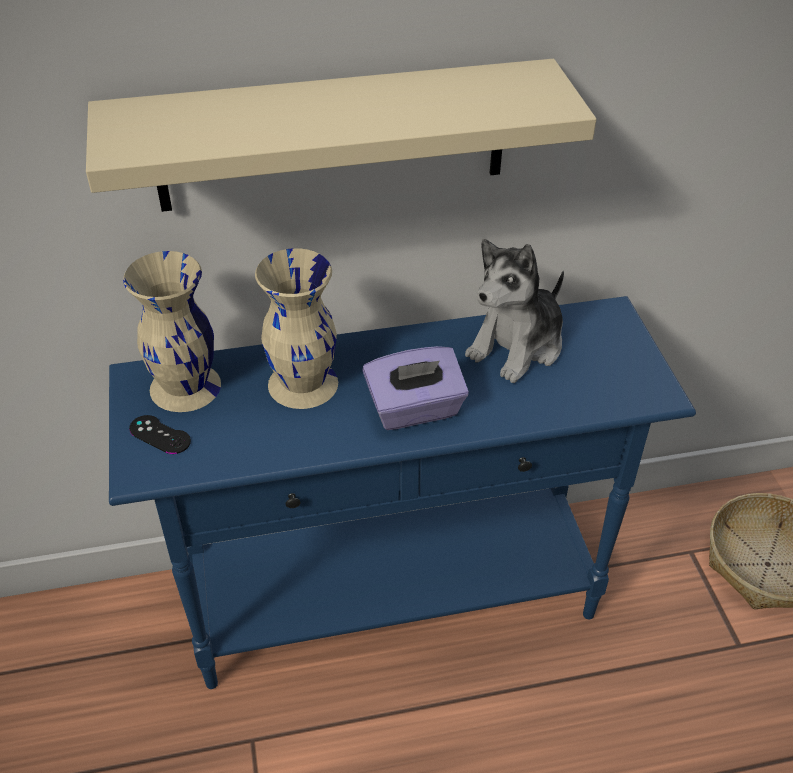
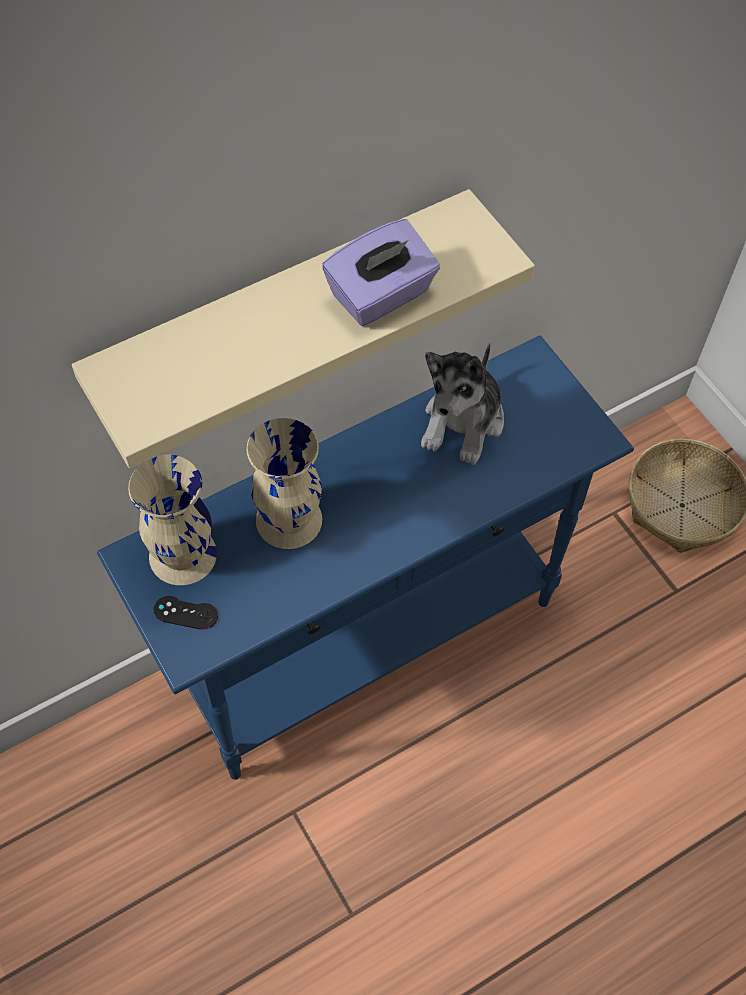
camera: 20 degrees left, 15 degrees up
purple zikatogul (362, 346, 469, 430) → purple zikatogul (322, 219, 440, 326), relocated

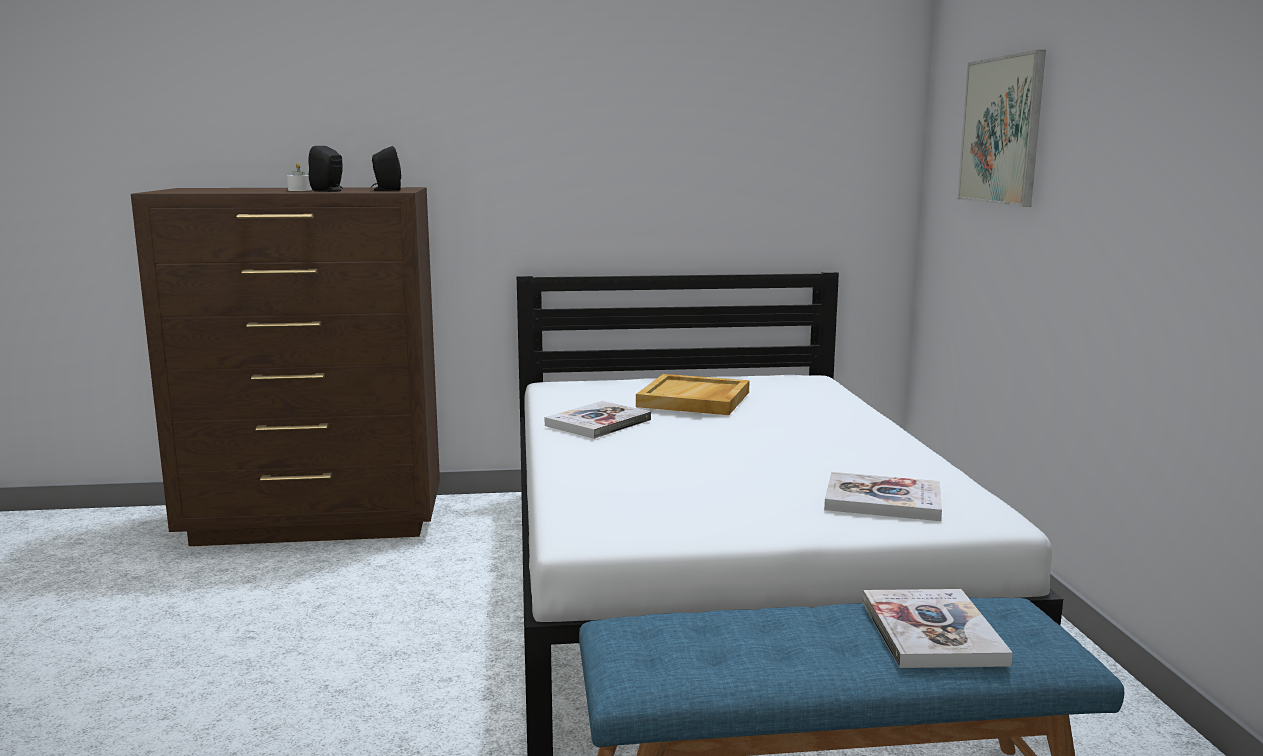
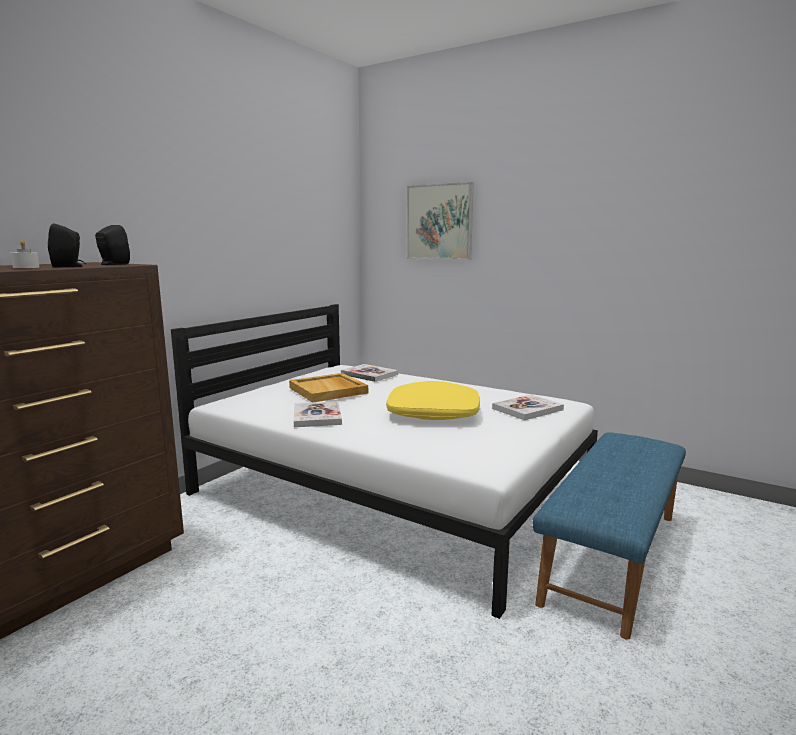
camera: 50 degrees left, 0 degrees up
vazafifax (862, 589, 1013, 668) → vazafifax (341, 364, 398, 382), relocated
- → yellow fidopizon (386, 381, 480, 420)

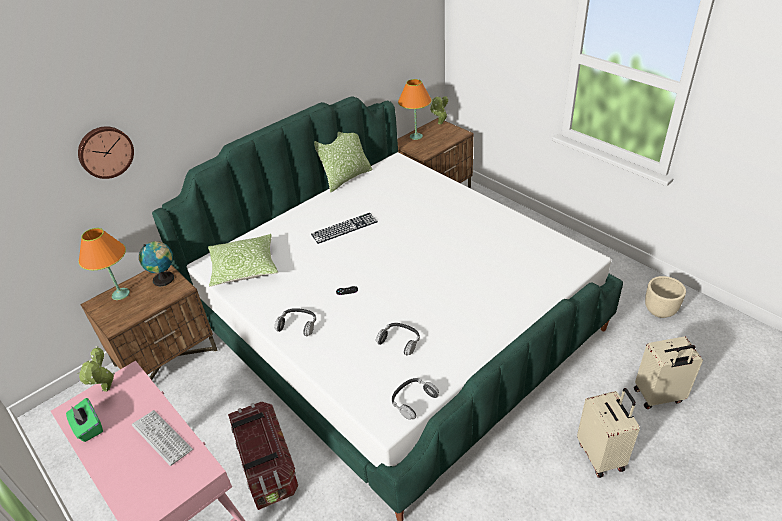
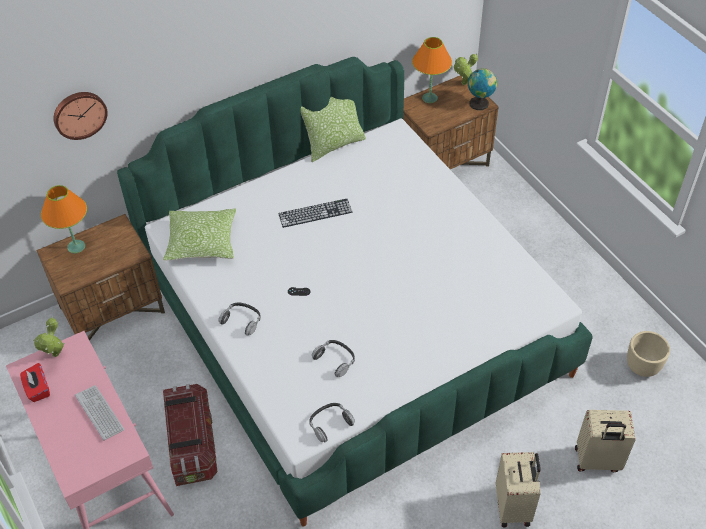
camera: 10 degrees right, 10 degrees up
green zikatogul (66, 398, 103, 442) → red zikatogul (20, 363, 50, 402)
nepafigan (139, 241, 174, 286) → nepafigan (468, 68, 497, 110), relocated

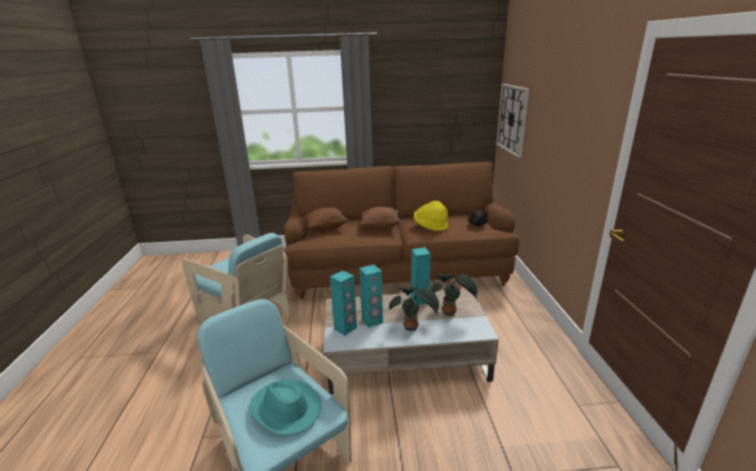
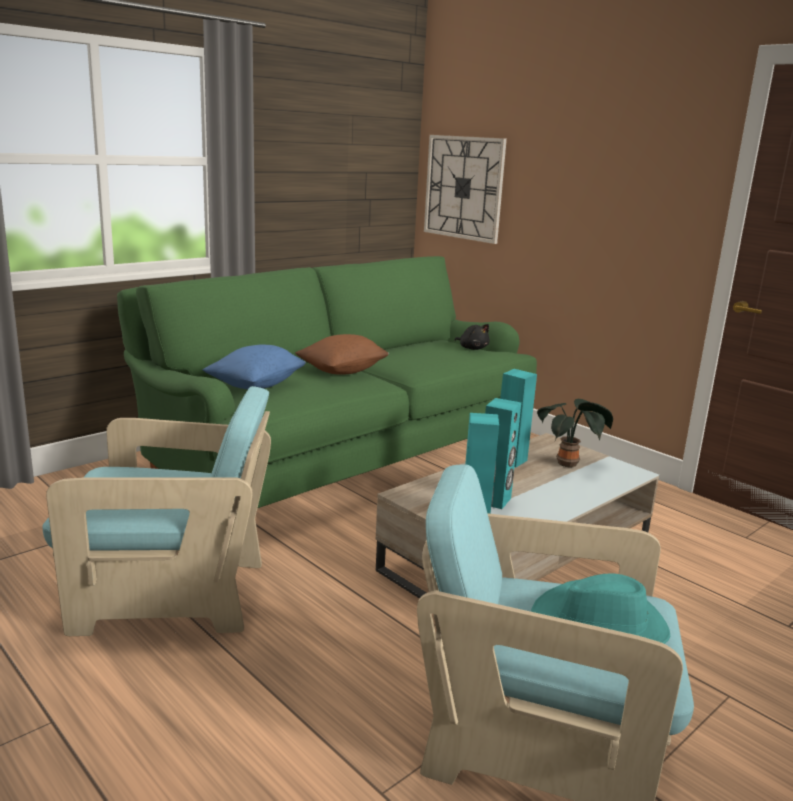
camera: 40 degrees left, 5 degrees down
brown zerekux (284, 162, 519, 299) → green zerekux (117, 256, 537, 508)
brown fidopizon (303, 207, 348, 231) → blue fidopizon (202, 345, 306, 389)
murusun (389, 287, 439, 331) → -
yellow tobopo (414, 201, 449, 231) → -

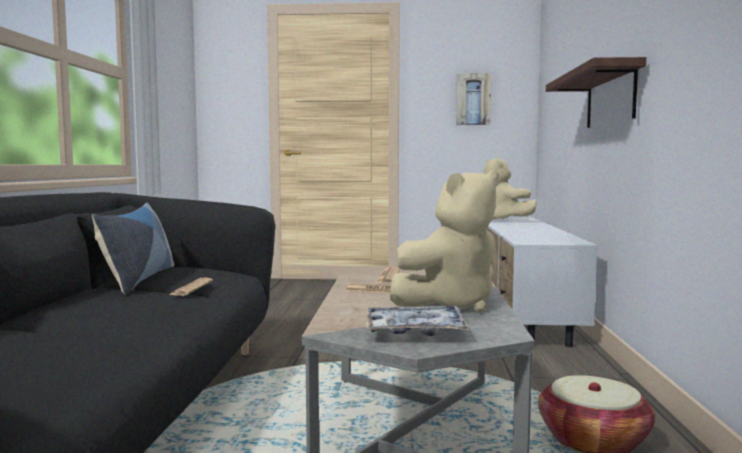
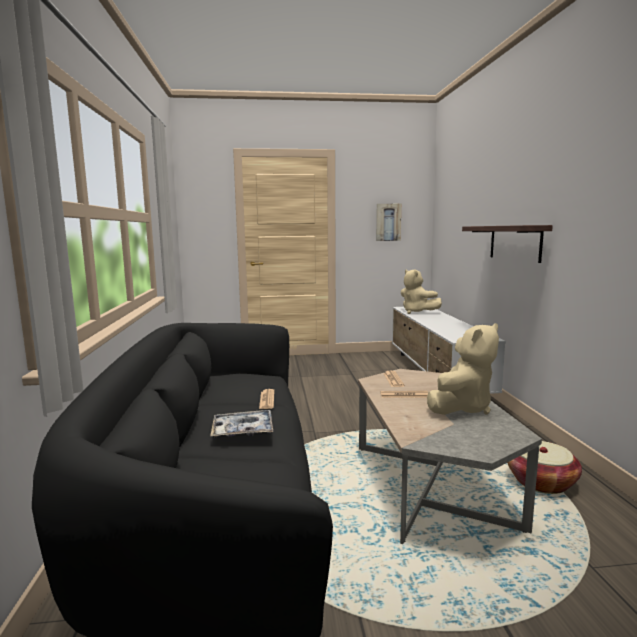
camera: 10 degrees left, 5 degrees up
fidopizon (92, 203, 174, 294) → -
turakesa (365, 306, 469, 336) → turakesa (210, 410, 273, 437), relocated

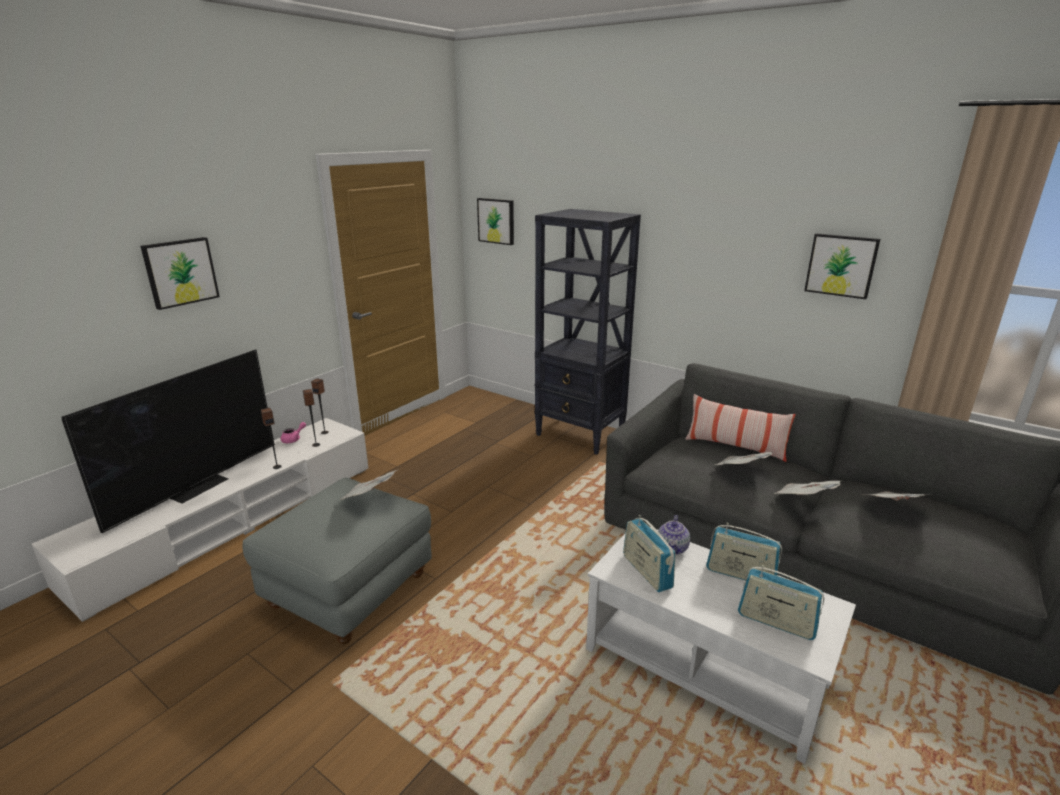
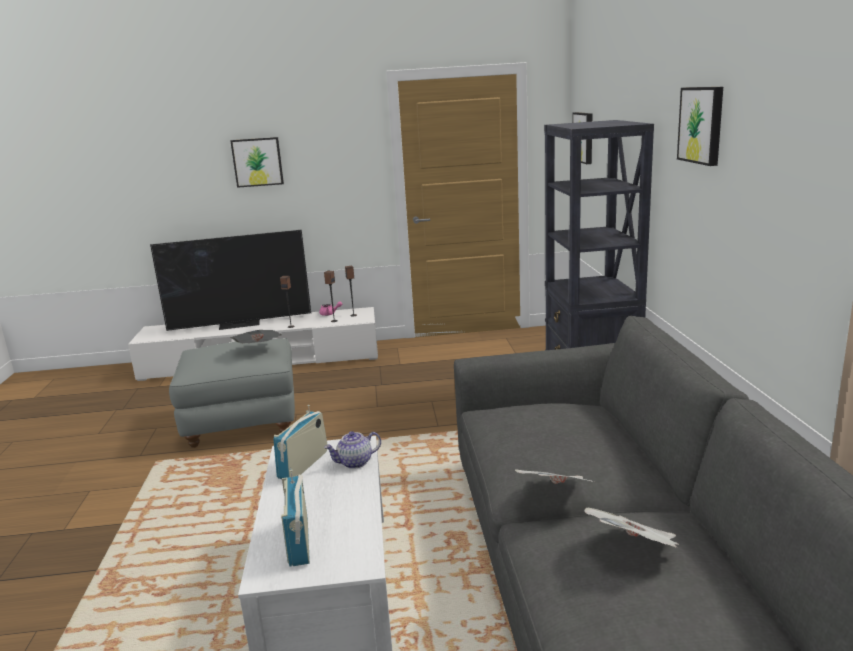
camera: 50 degrees right, 5 degrees down
fidopizon (685, 394, 796, 462) → -
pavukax (706, 523, 782, 581) → -
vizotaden (715, 452, 772, 465) → -
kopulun (804, 233, 880, 299) → kopulun (677, 87, 723, 166), relocated

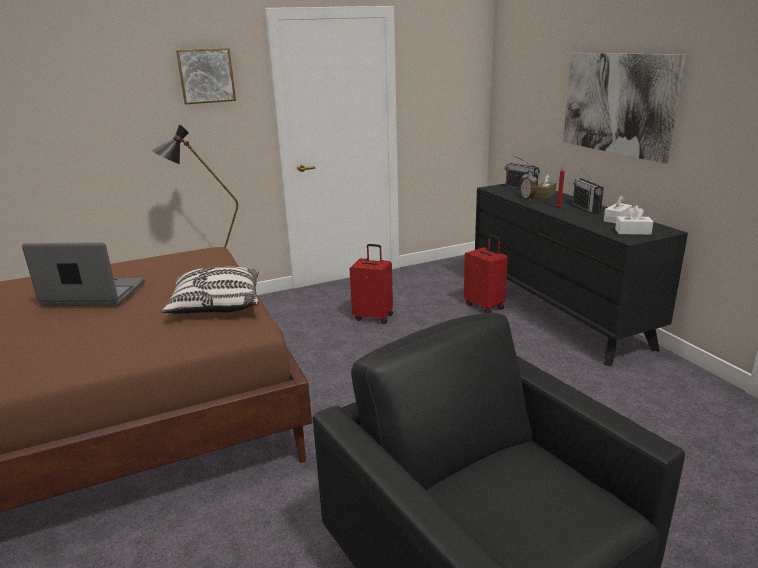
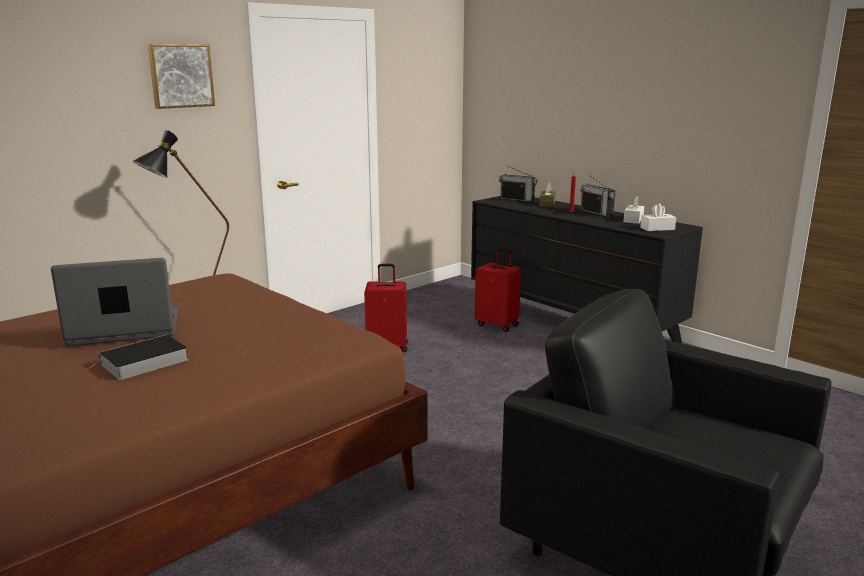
camera: 20 degrees left, 5 degrees down
fidopizon (161, 267, 259, 314) → -
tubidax (520, 171, 537, 200) → -
kopulun (563, 53, 686, 164) → -
- → vazafifax (87, 335, 189, 380)

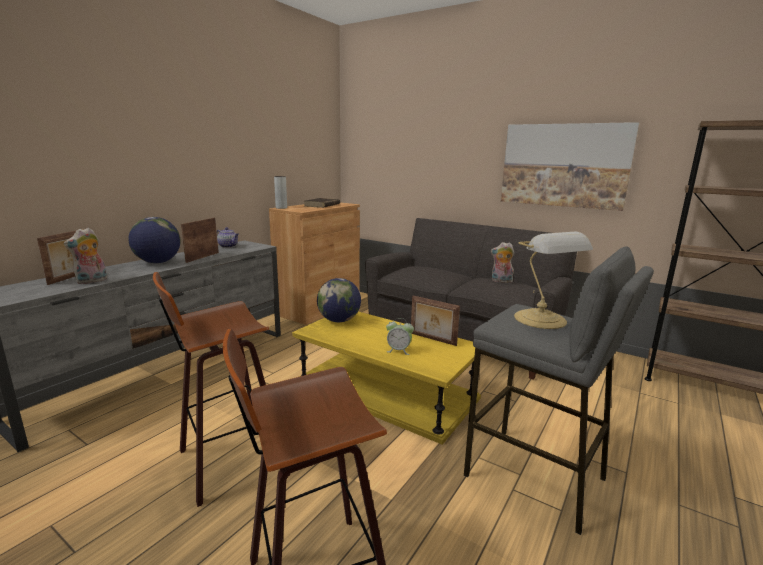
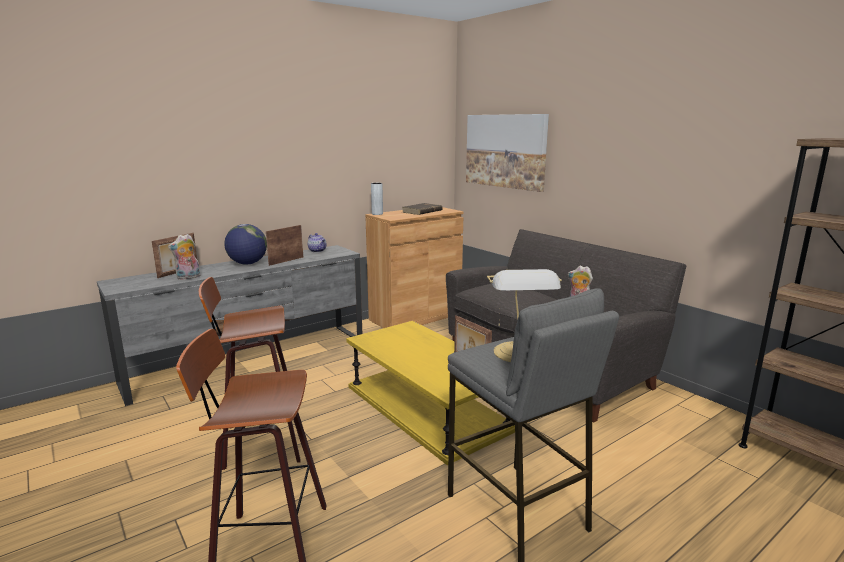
camera: 20 degrees right, 0 degrees up
nepafigan (317, 278, 361, 322) → -
tubidax (386, 318, 414, 355) → -
kopulun (501, 122, 639, 211) → kopulun (466, 114, 549, 192), relocated

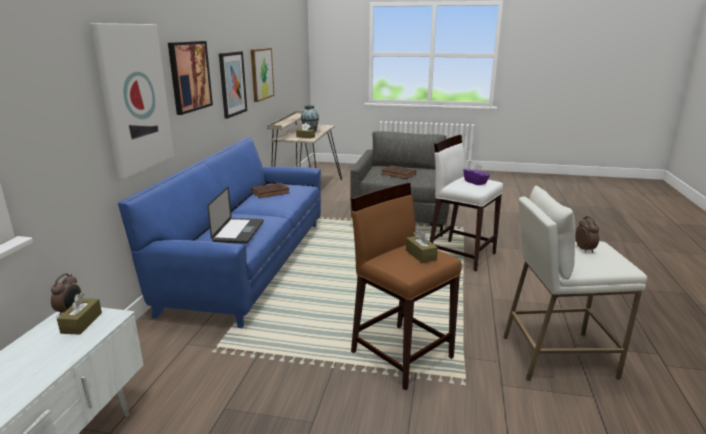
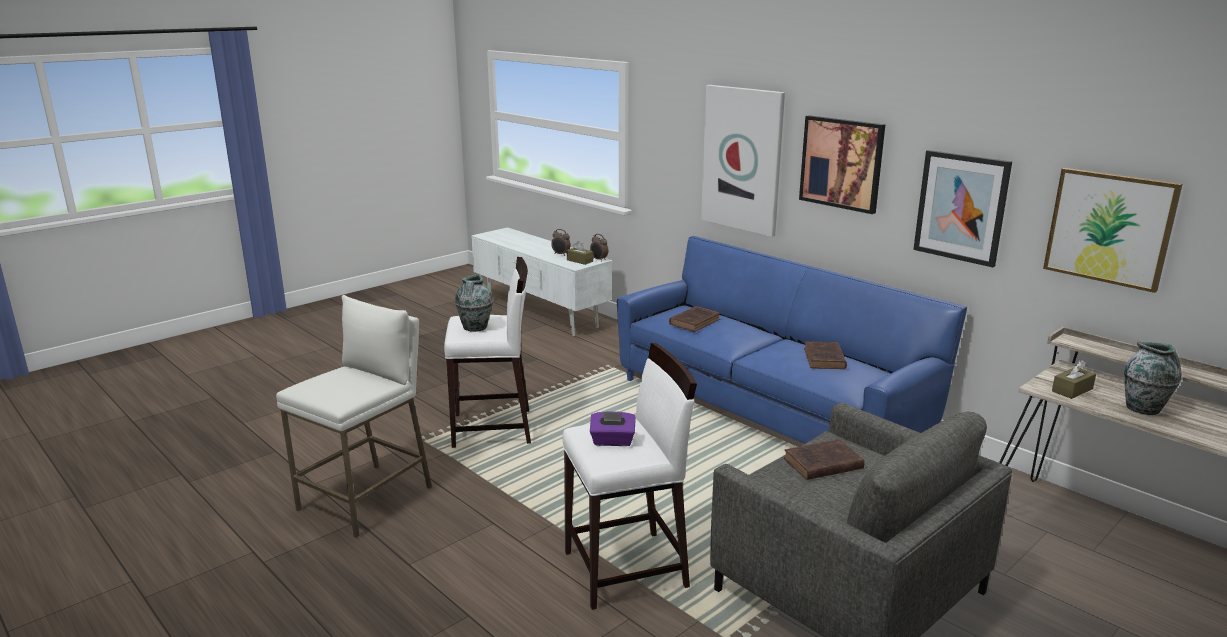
camera: 125 degrees right, 0 degrees up
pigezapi (207, 187, 264, 244) → brown vazafifax (669, 306, 720, 332)
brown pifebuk (351, 183, 462, 390) → white pifebuk (444, 257, 531, 448)
brown zikatogul (406, 229, 438, 263) → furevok (455, 274, 493, 332)
tubidax (576, 216, 599, 253) → tubidax (551, 229, 571, 256), relocated

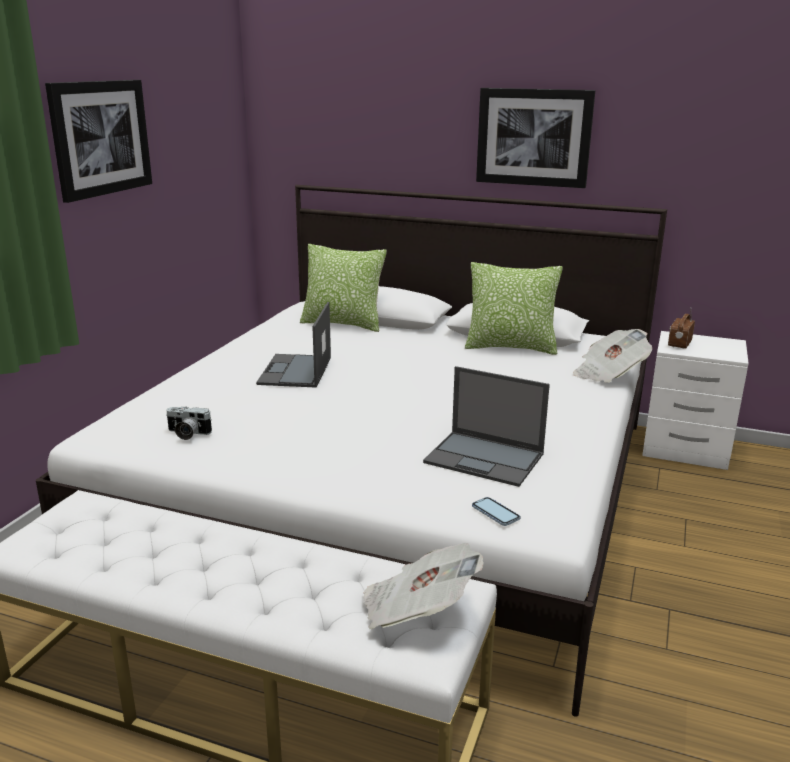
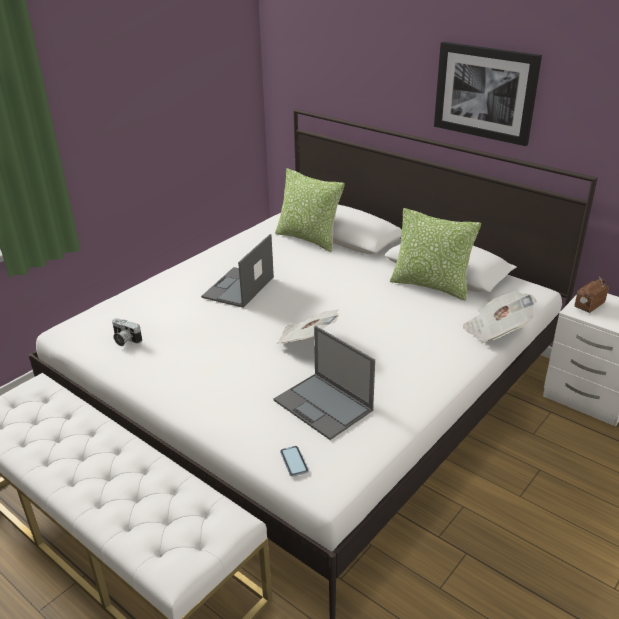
camera: 20 degrees right, 10 degrees up
kopulun (45, 80, 152, 203) → -
vizotaden (363, 543, 484, 629) → vizotaden (276, 309, 339, 344), relocated

